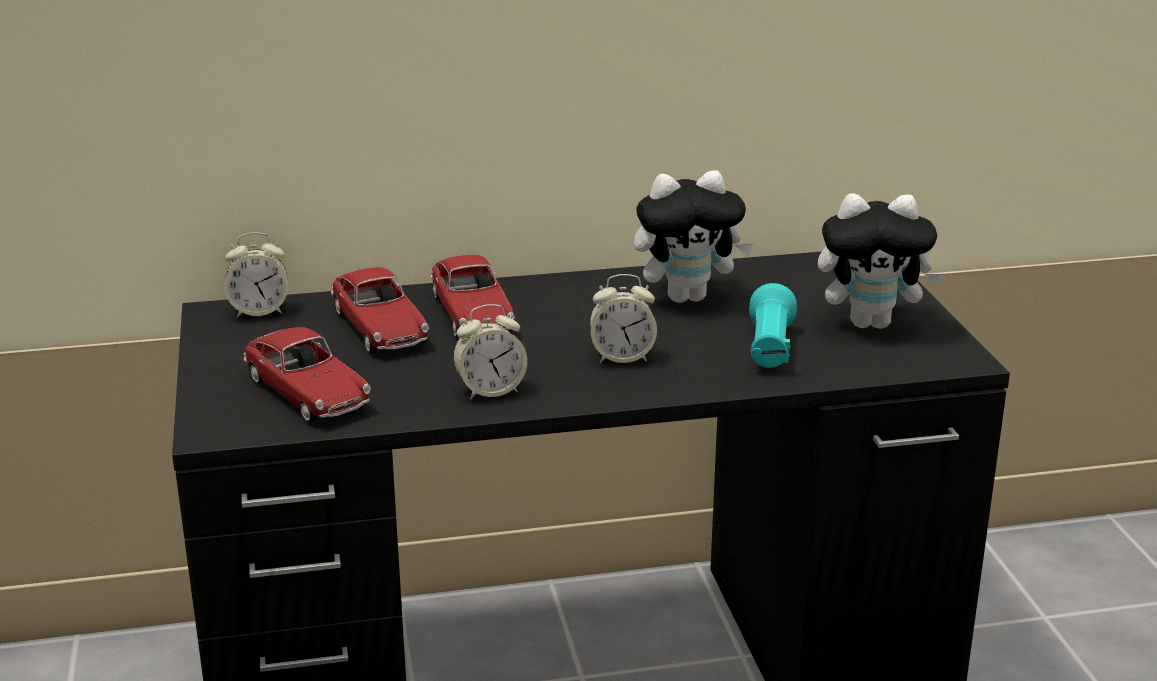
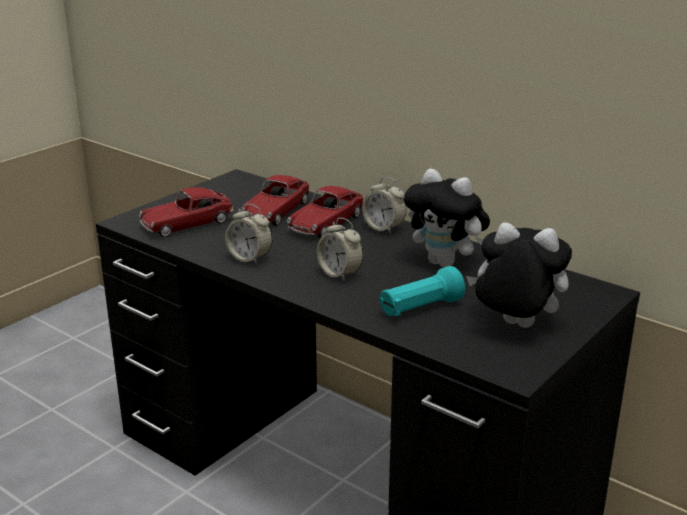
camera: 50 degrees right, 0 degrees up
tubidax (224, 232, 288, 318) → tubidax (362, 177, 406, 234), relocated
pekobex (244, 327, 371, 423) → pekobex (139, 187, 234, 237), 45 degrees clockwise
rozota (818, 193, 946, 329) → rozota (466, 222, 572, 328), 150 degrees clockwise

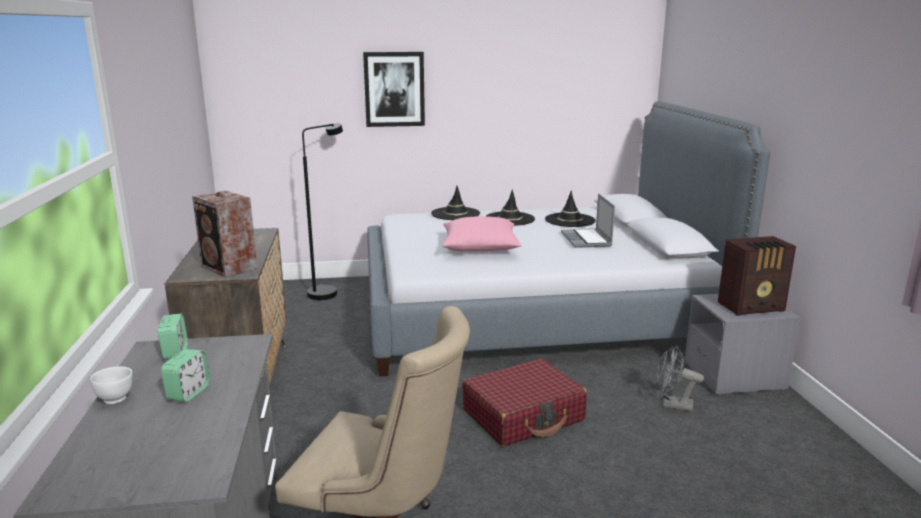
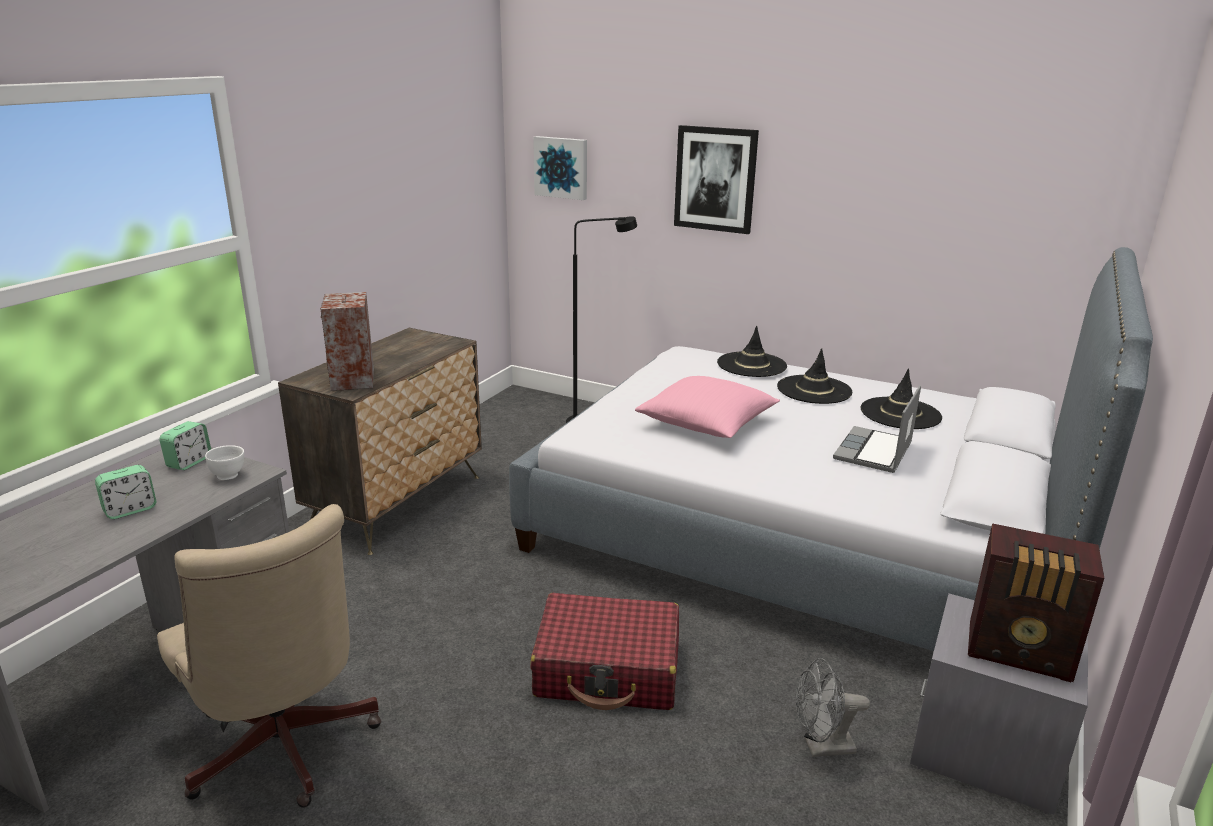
camera: 35 degrees right, 5 degrees up
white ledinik (90, 366, 133, 404) → white ledinik (205, 445, 244, 480), relocated
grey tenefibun (656, 345, 704, 411) → grey tenefibun (796, 658, 870, 757), 60 degrees counterclockwise
- → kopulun (533, 136, 587, 200)

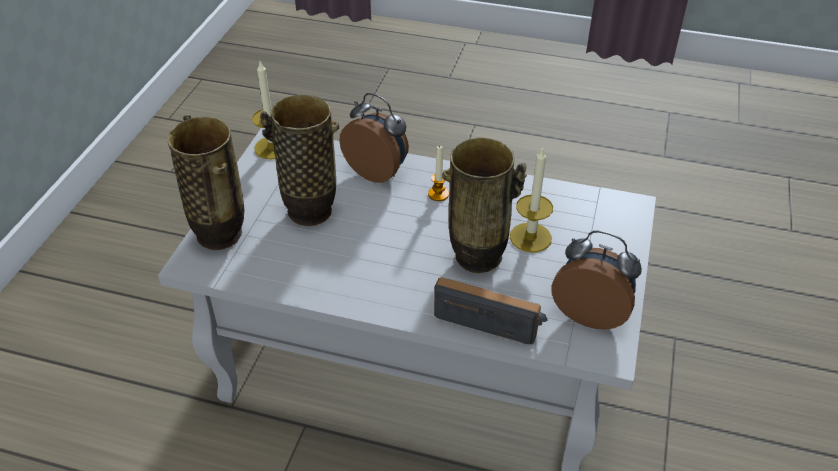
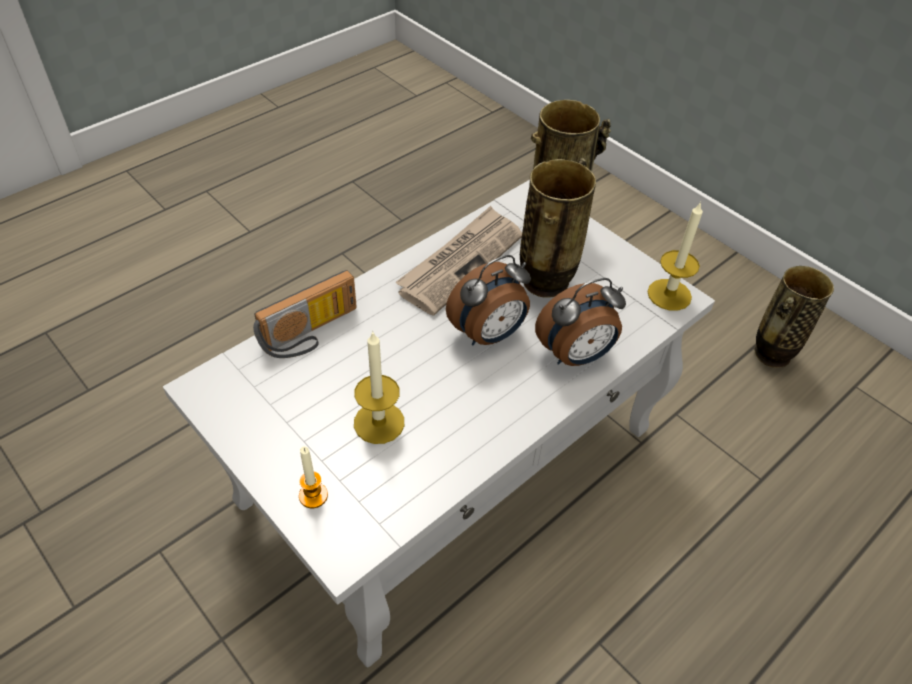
camera: 120 degrees right, 5 degrees up
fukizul (428, 145, 449, 201) → fukizul (299, 446, 328, 508), relocated
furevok (442, 138, 527, 273) → furevok (754, 266, 834, 368), relocated
tubidax (552, 230, 642, 329) → tubidax (446, 255, 531, 345), relocated
- → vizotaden (395, 206, 522, 316)

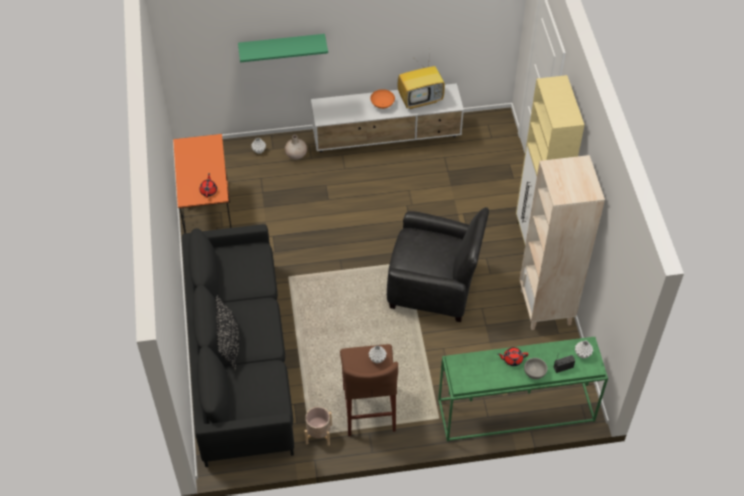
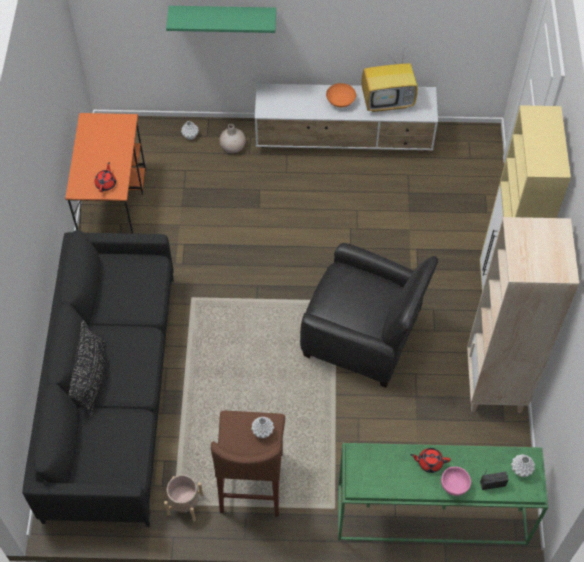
camera: 10 degrees right, 5 degrees up
grey ledinik (524, 358, 548, 379) → pink ledinik (441, 467, 471, 496)

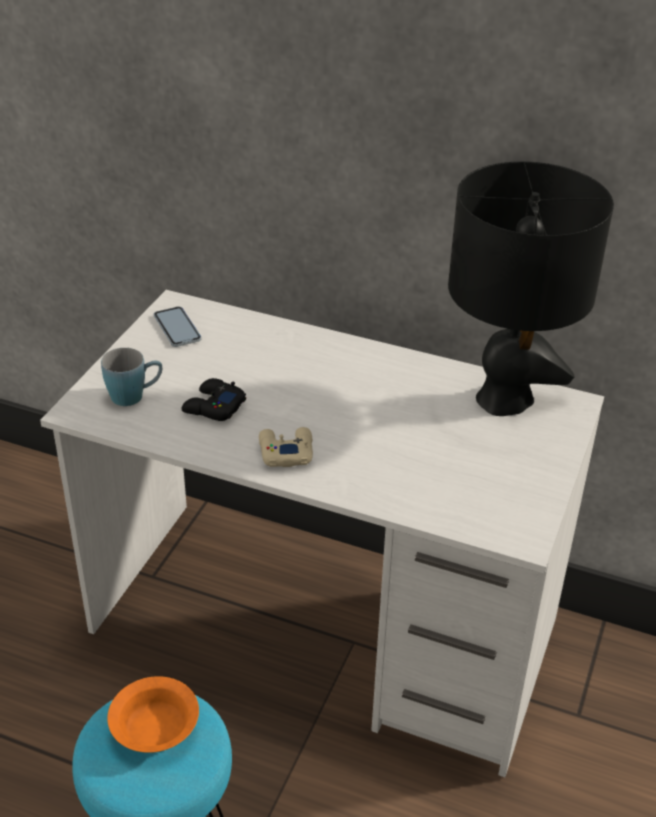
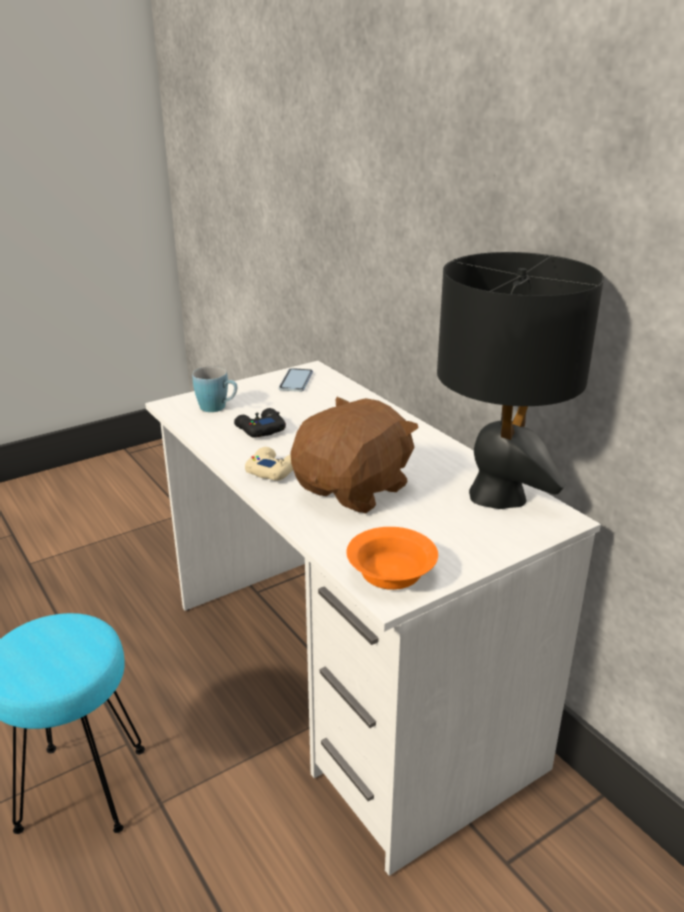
camera: 35 degrees right, 10 degrees down
orange ledinik (107, 676, 199, 753) → orange ledinik (346, 527, 438, 590), relocated
- → brown rozota (290, 397, 419, 513)

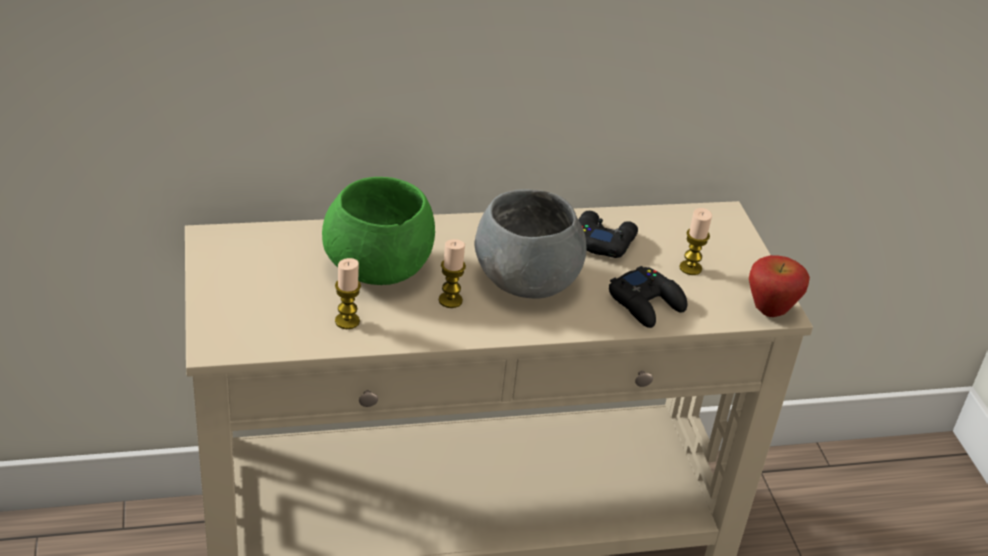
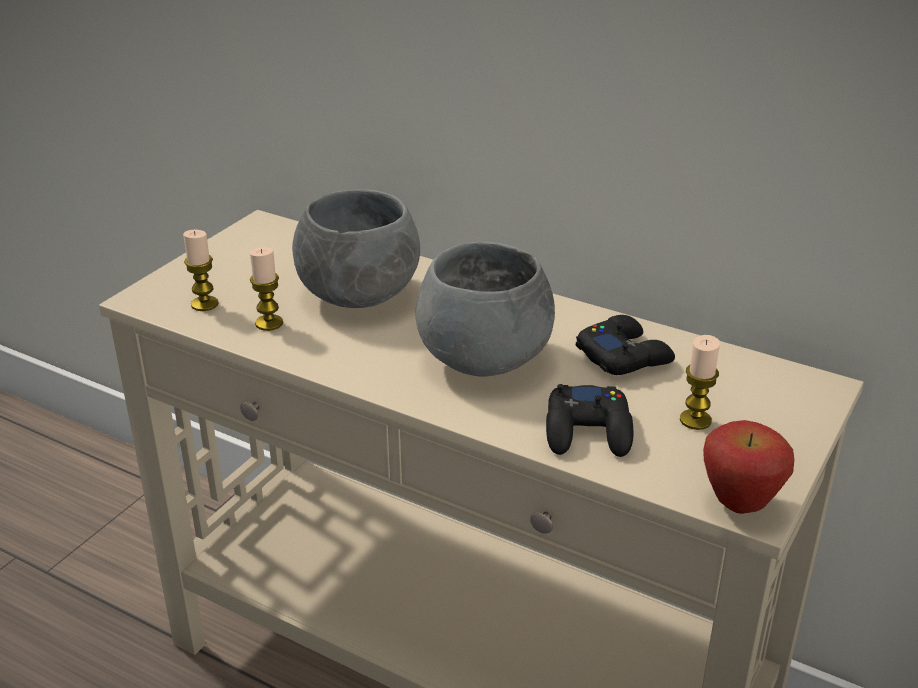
camera: 45 degrees right, 5 degrees down
green ledinik (322, 177, 435, 285) → grey ledinik (292, 189, 420, 308)
fukizul (439, 239, 466, 308) → fukizul (183, 230, 218, 311), relocated

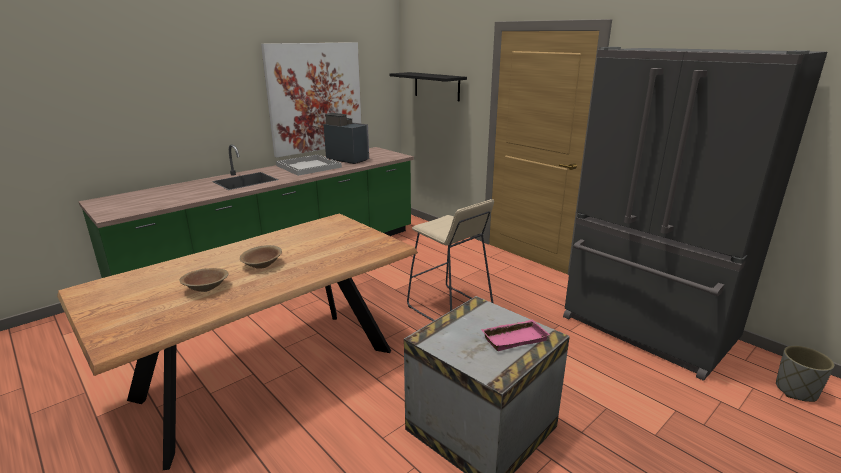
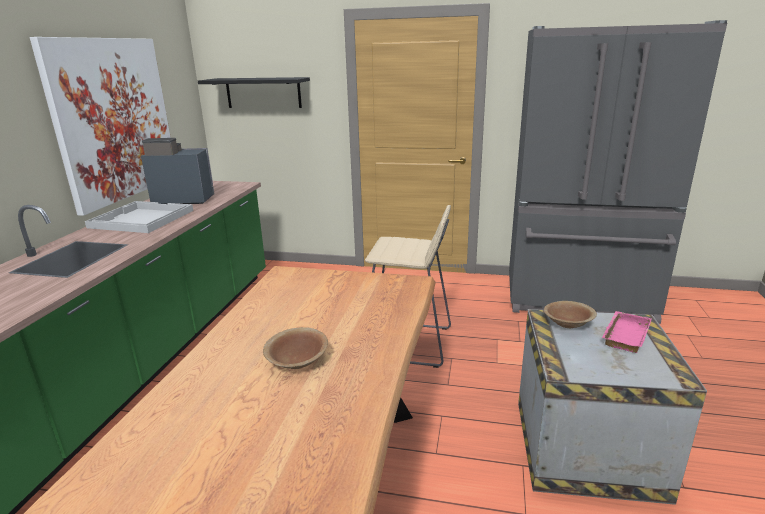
camera: 35 degrees left, 0 degrees up
brown ledinik (179, 268, 228, 292) → brown ledinik (544, 301, 597, 328), relocated
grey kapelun (776, 346, 834, 402) → -

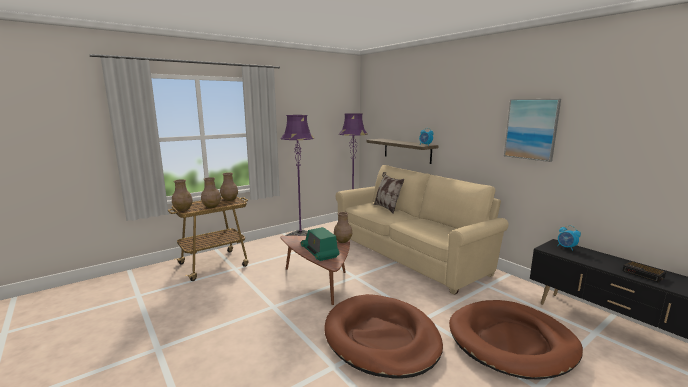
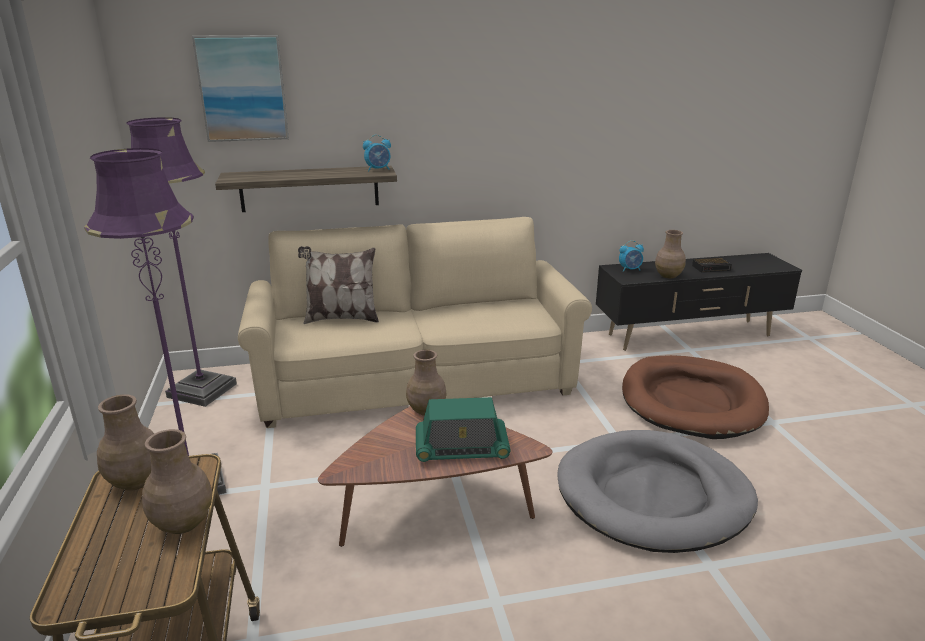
camera: 65 degrees left, 10 degrees up
brown furevok (172, 179, 193, 211) → brown furevok (655, 230, 686, 278), relocated
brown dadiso (324, 294, 443, 378) → grey dadiso (558, 430, 758, 553)
kopulun (504, 99, 561, 162) → kopulun (192, 35, 289, 142), relocated

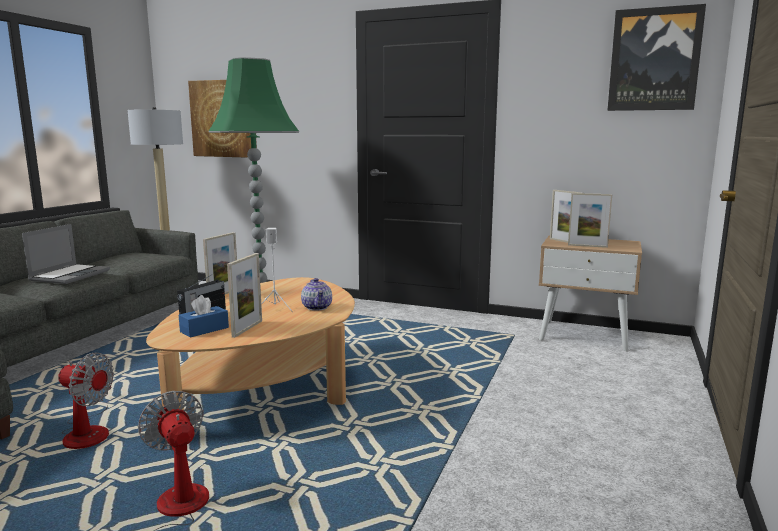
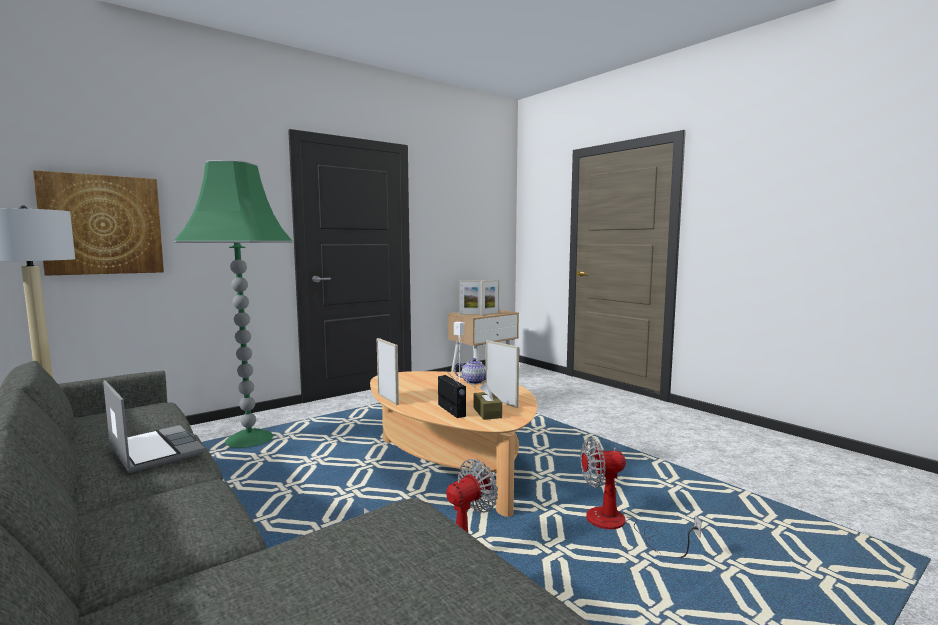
camera: 60 degrees left, 5 degrees down
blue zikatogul (179, 295, 229, 338) → brown zikatogul (473, 382, 502, 420)
kopulun (607, 4, 706, 111) → -

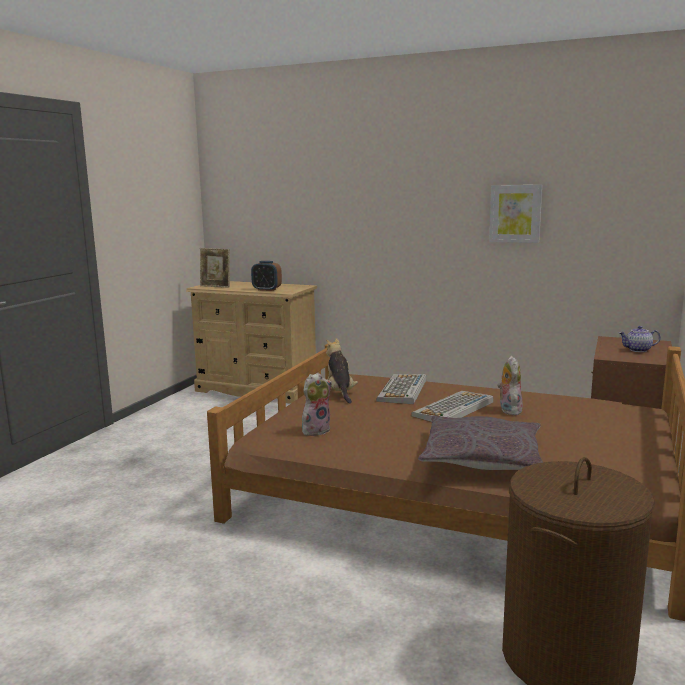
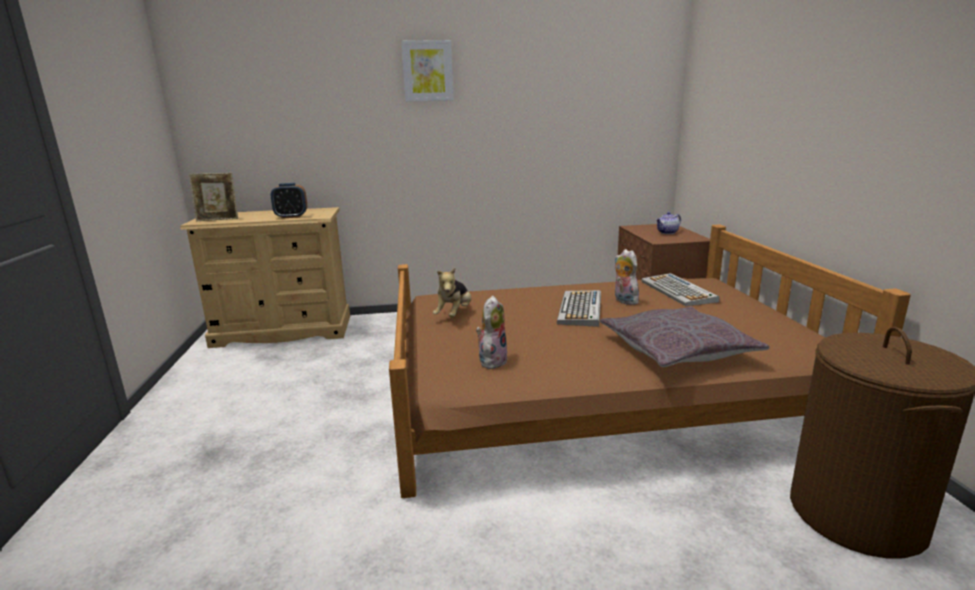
camera: 30 degrees left, 5 degrees up
rozota (326, 338, 358, 404) → rozota (433, 268, 471, 317), 120 degrees counterclockwise
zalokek (376, 374, 427, 404) → zalokek (642, 273, 720, 306), relocated
kopulun (489, 185, 542, 243) → kopulun (401, 40, 454, 102), relocated

